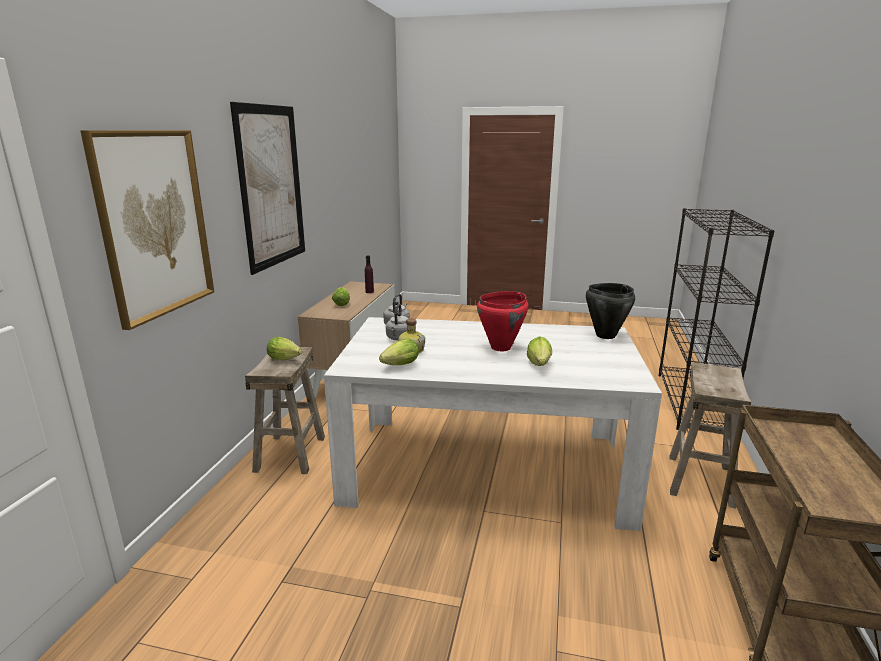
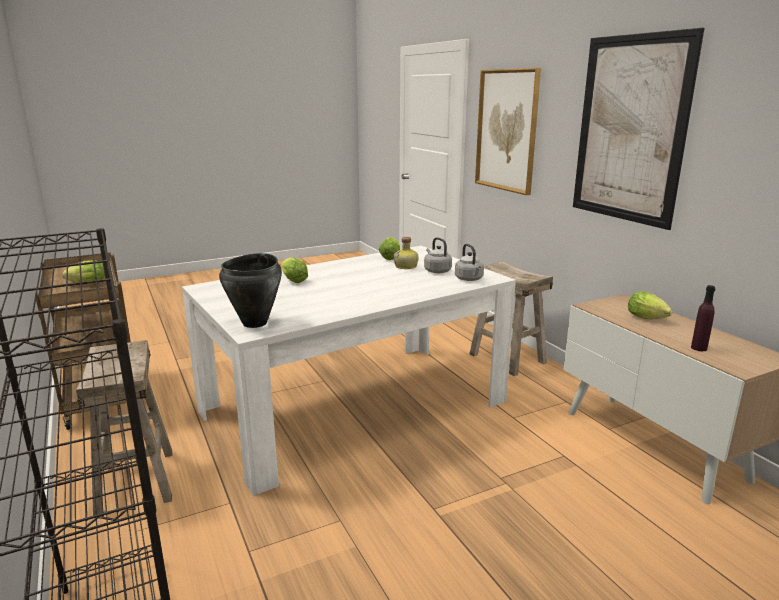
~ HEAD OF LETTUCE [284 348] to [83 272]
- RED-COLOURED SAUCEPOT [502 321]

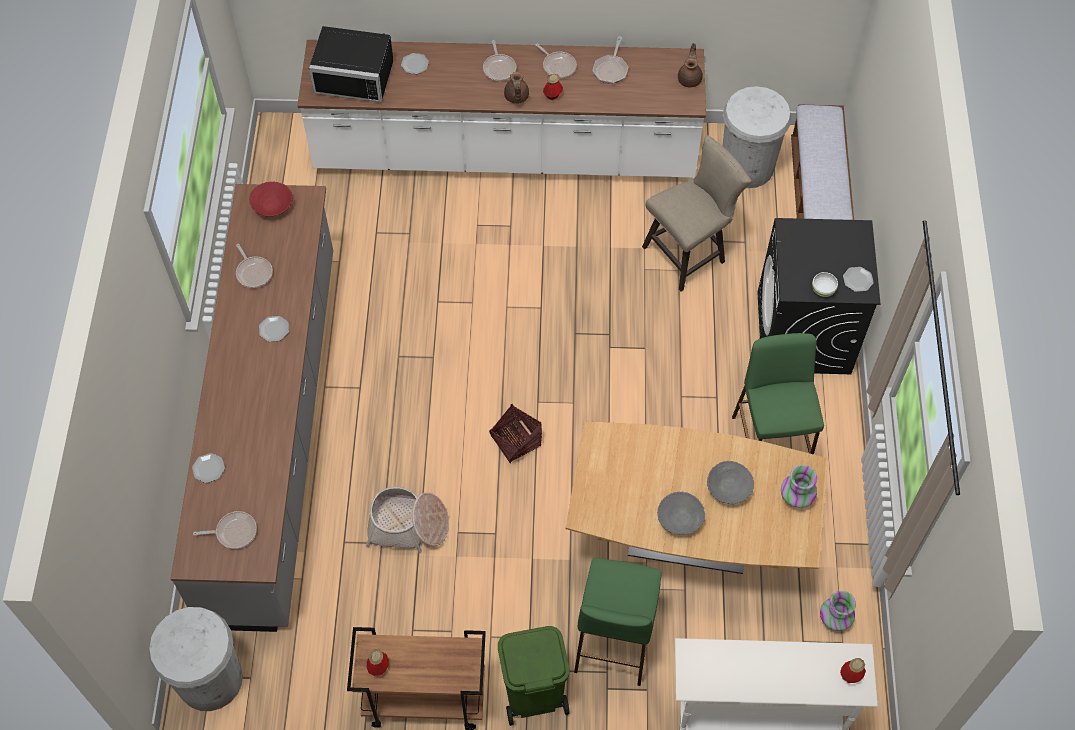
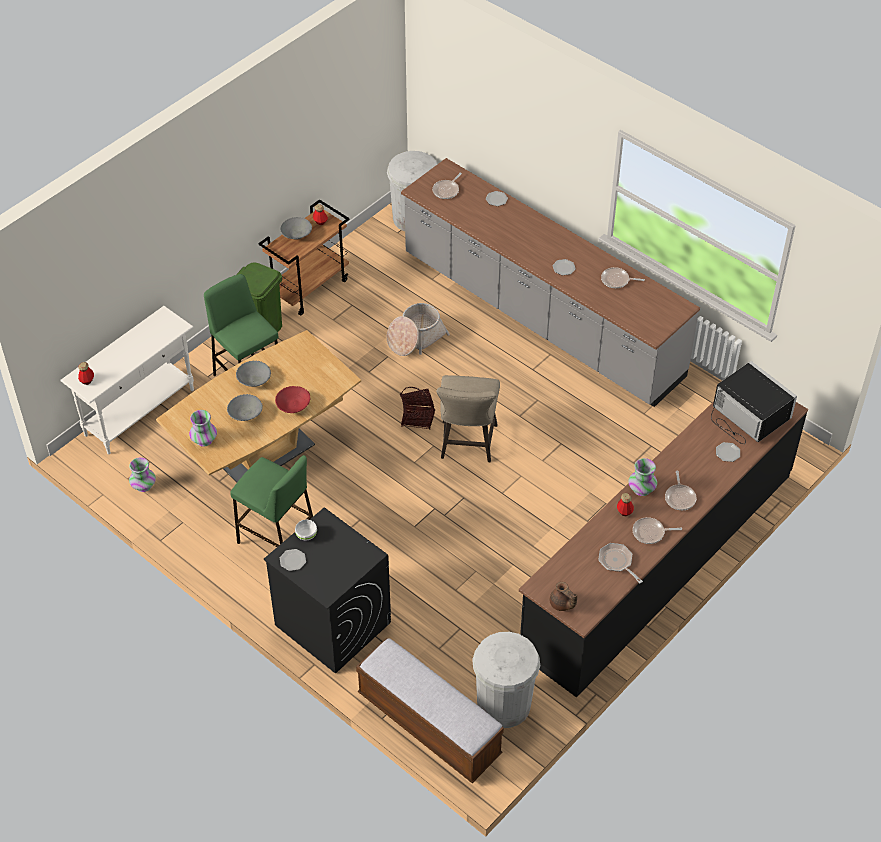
~ RED-COLOURED DEEP DISH [271 199] to [292 399]
~ WHITE COUNTER [501 109] to BLACK COUNTER [663 549]
~ BLACK MICROWAVE OVEN [351 64] = [754 402] 90 degrees clockwise
~ FRYING PAN [500 60] = [681 490] 120 degrees counterclockwise
~ BROWNISH POT FOR TEA [516 88] to VASE [642 477]
~ BEIGE STOOL [696 213] to [468 418]
+ GREY DEEP DISH [296 228]

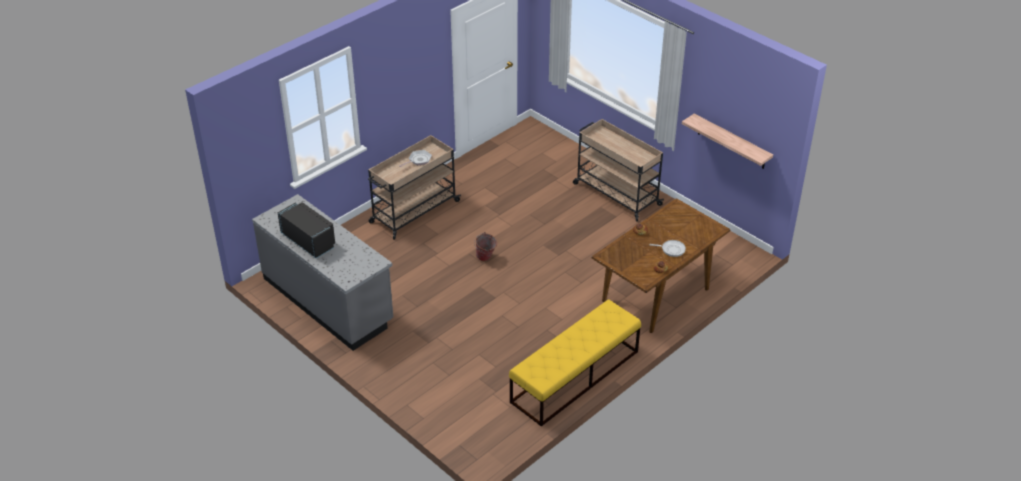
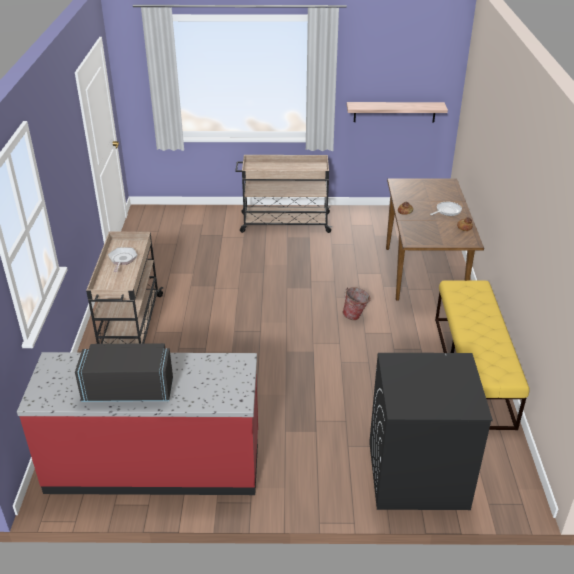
~ GREY COUNTER [322 272] to RED-COLOURED COUNTER [137 423]
~ BUCKET [485 246] to [356 303]
+ BLACK LAUNDRY APPLIANCE [431 431]

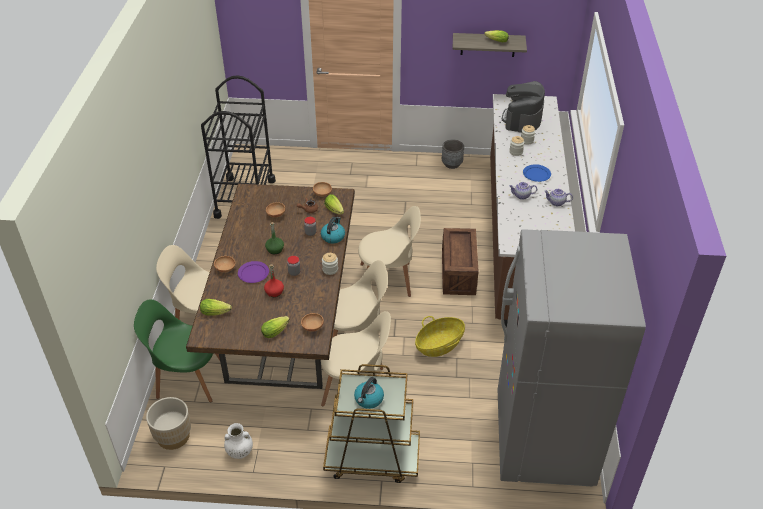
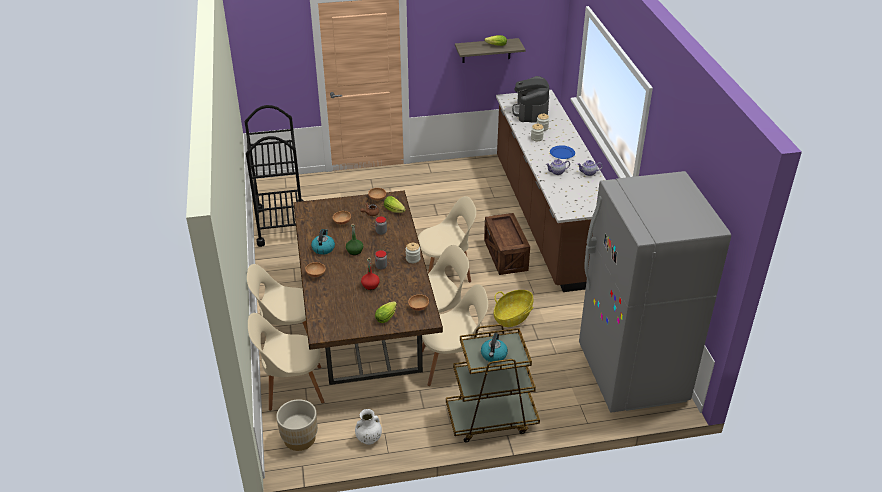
~ GREENISH UPRIGHT CHAIR [177 350] to BEIGE UPRIGHT CHAIR [286 362]
- HEAD OF LETTUCE [216 307]
- PURPLE FLAT DISH [253 272]
~ KETTLE [333 230] to [323 242]
- GREY FLOWER POT [453 154]

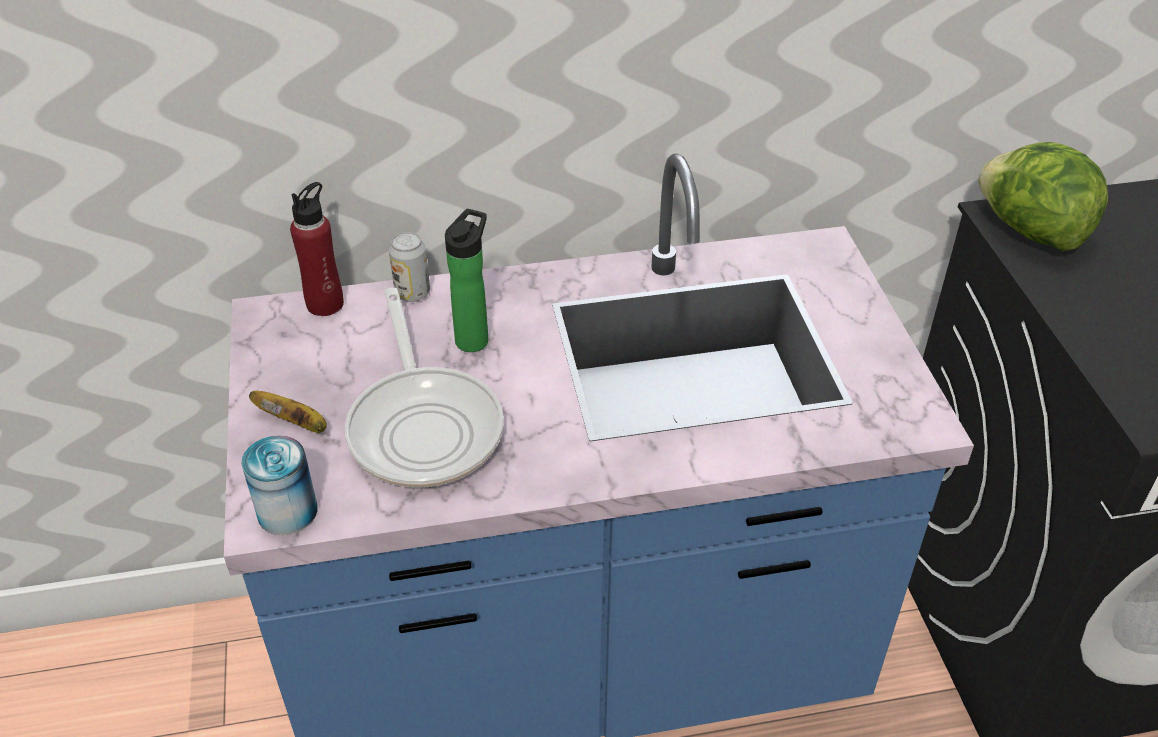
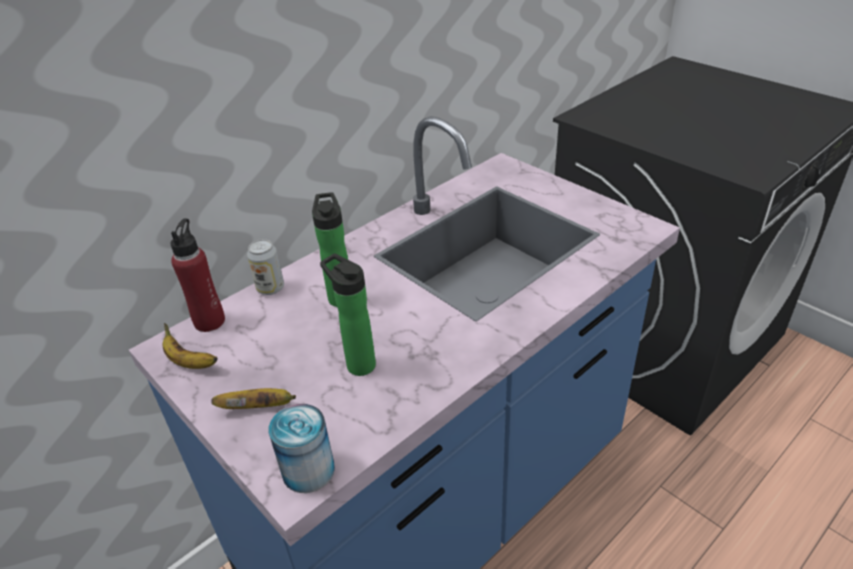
~ FRYING PAN [424 388] to BOTTLE [348 315]
- HEAD OF LETTUCE [1043 196]
+ WHOLE BANANA [190 346]

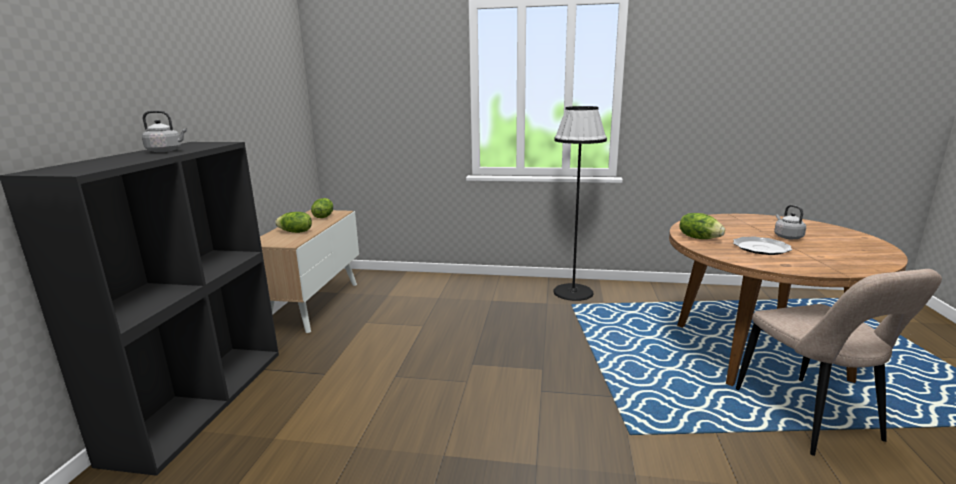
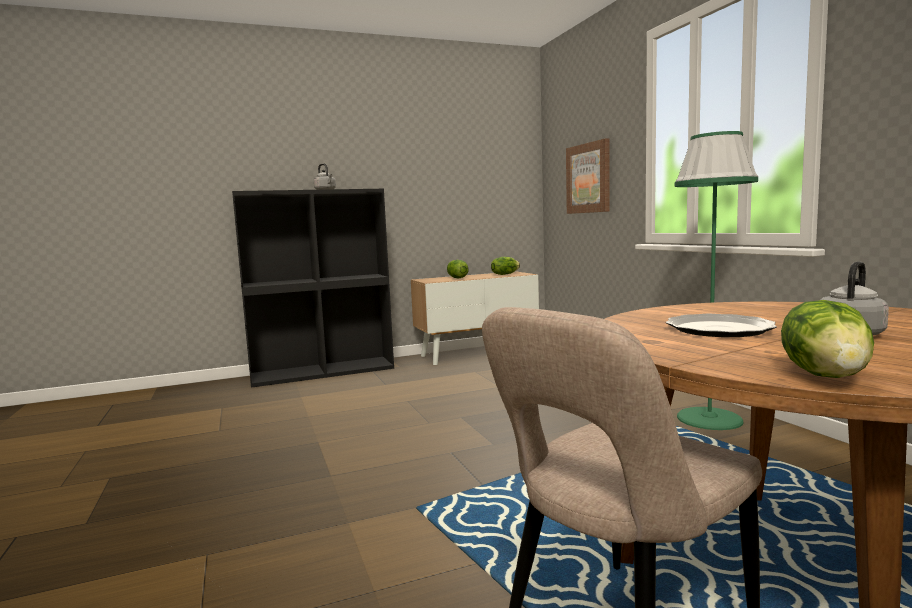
~ BLACK STANDING LAMP [580 203] to GREENISH STANDING LAMP [716 280]
~ HEAD OF LETTUCE [702 226] to [827 339]
+ WALL PICTURE [588 176]

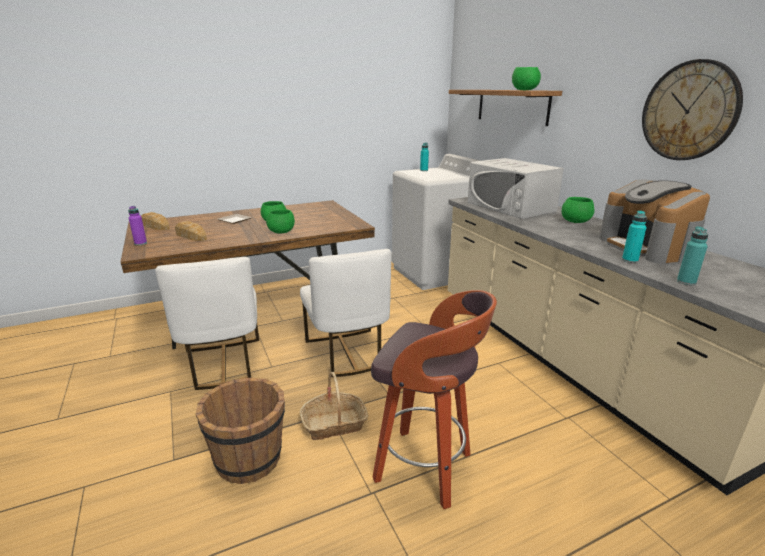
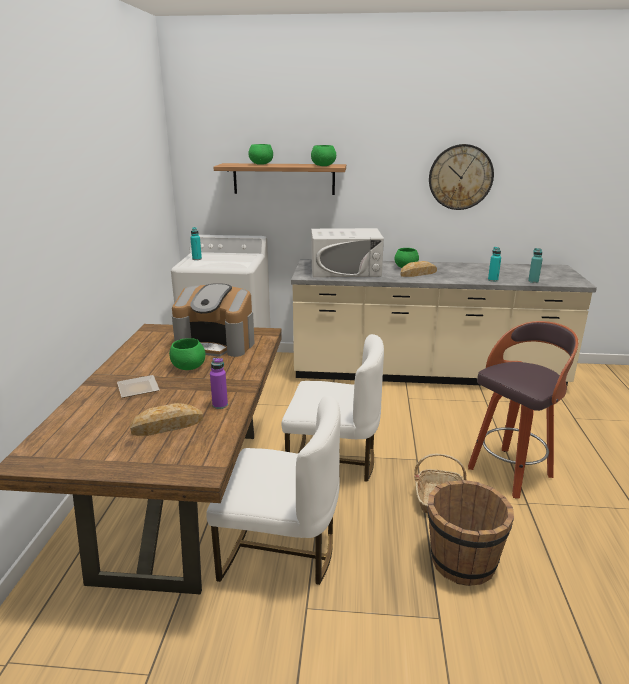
~ PURPLE BOTTLE [137 225] to [219 383]
~ BAKERY BREAD [155 221] to [418 269]
~ GREENISH DEEP DISH [280 221] to [260 154]
~ COFFEE BREWER [654 221] to [213 320]

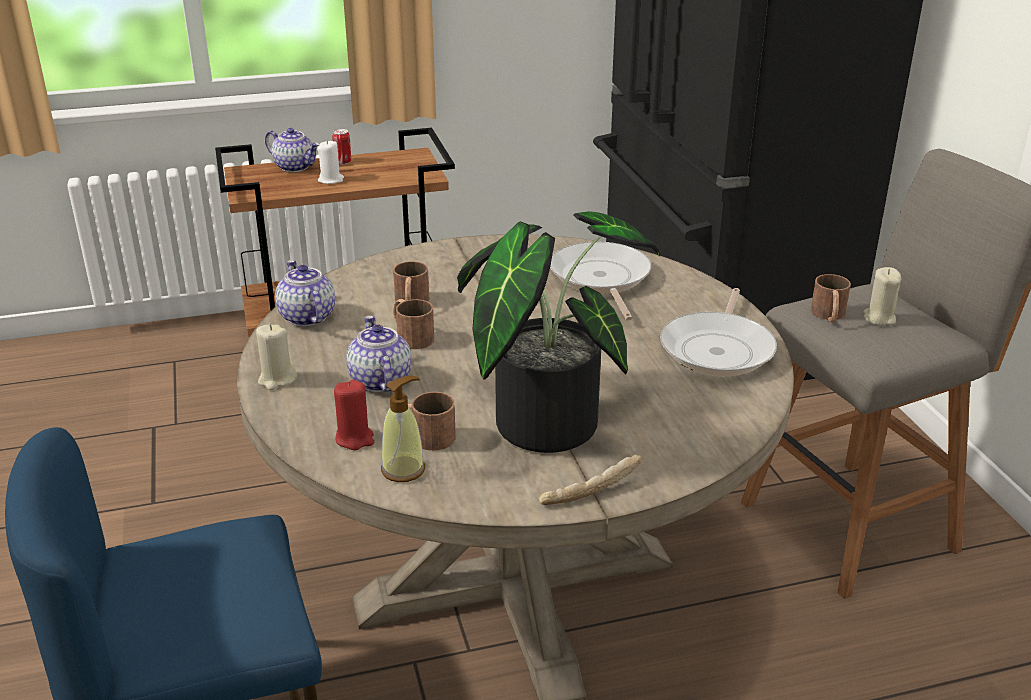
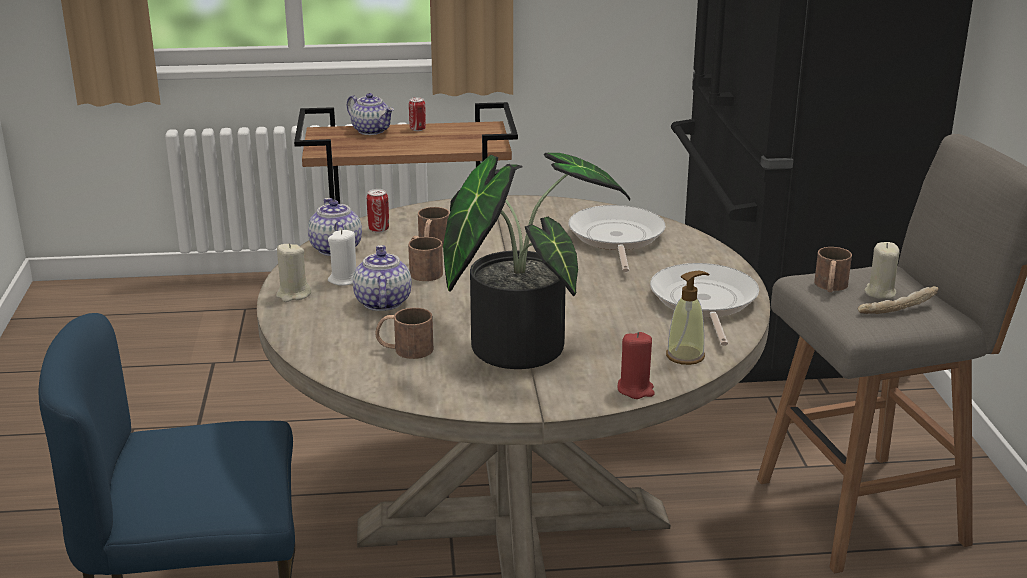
~ WHITE WAX LIGHT [330 162] to [342 257]
~ RED-COLOURED WAX LIGHT [354 415] to [636 365]
~ SOAP DISPENSER [403 429] to [687 318]
~ BAKERY BREAD [589 480] to [897 300]
~ FRYING PAN [718 332] = [704 304] 150 degrees clockwise
+ METAL CAN [378 211]

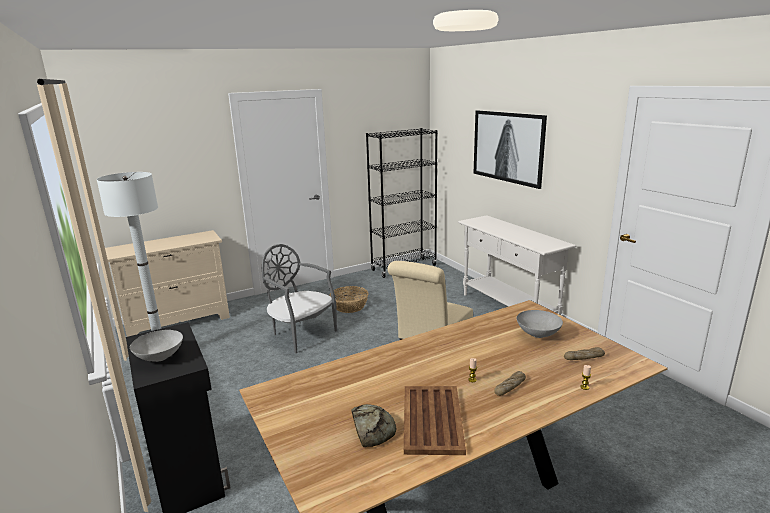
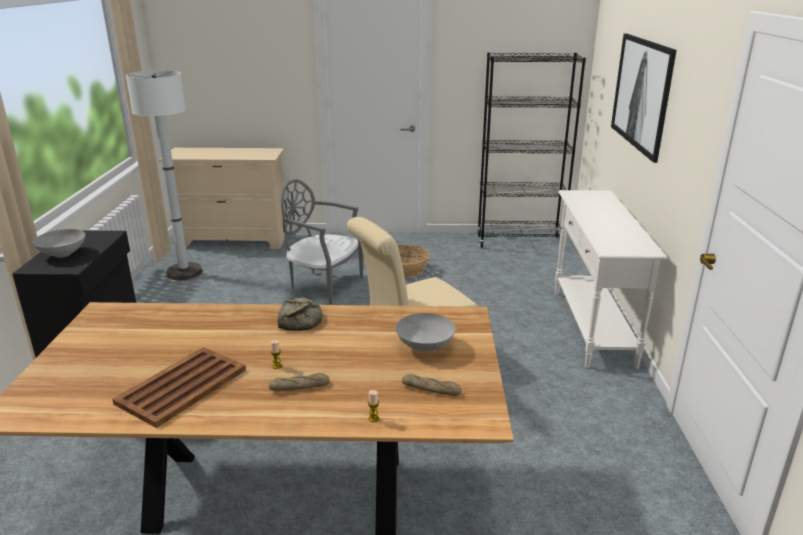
~ GREY UPRIGHT CHAIR [299 298] = [322 242] 45 degrees counterclockwise
~ BAKERY BREAD [373 425] to [300 314]

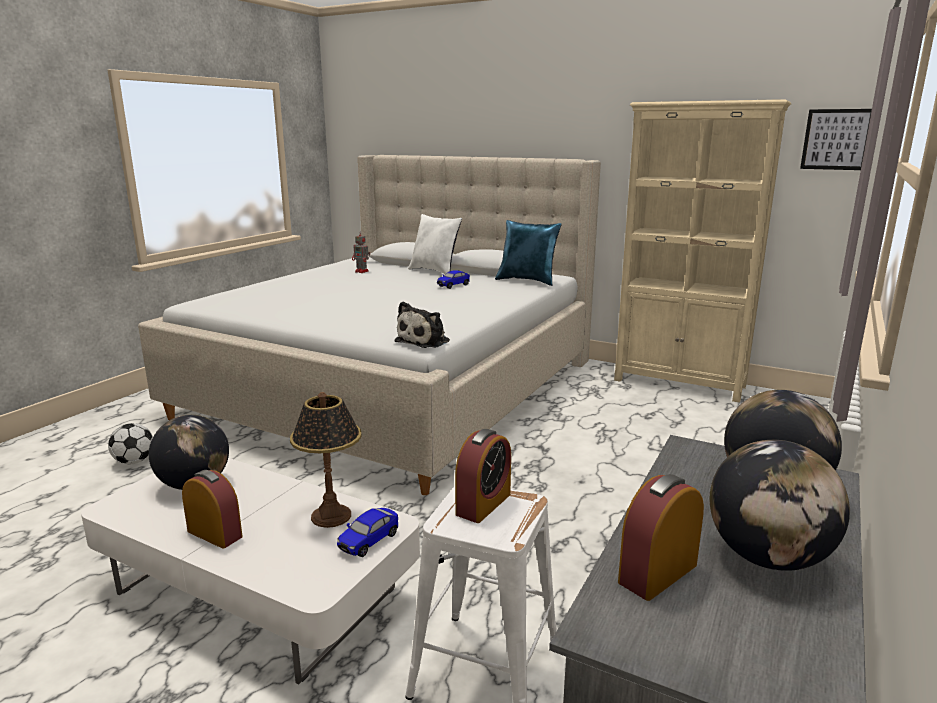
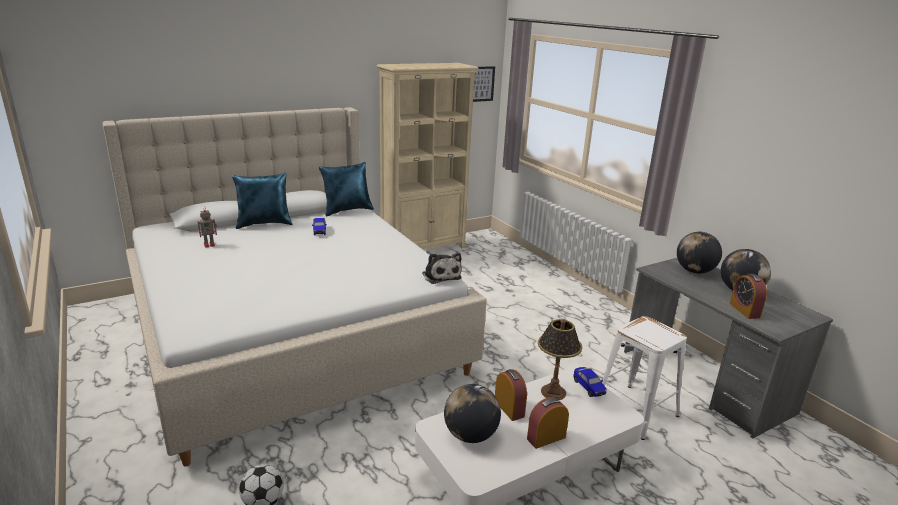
~ WHITE PILLOW [435 244] to BLUE-COLOURED PILLOW [262 201]
~ BEDSIDE CLOCK [483 476] to [511 395]

